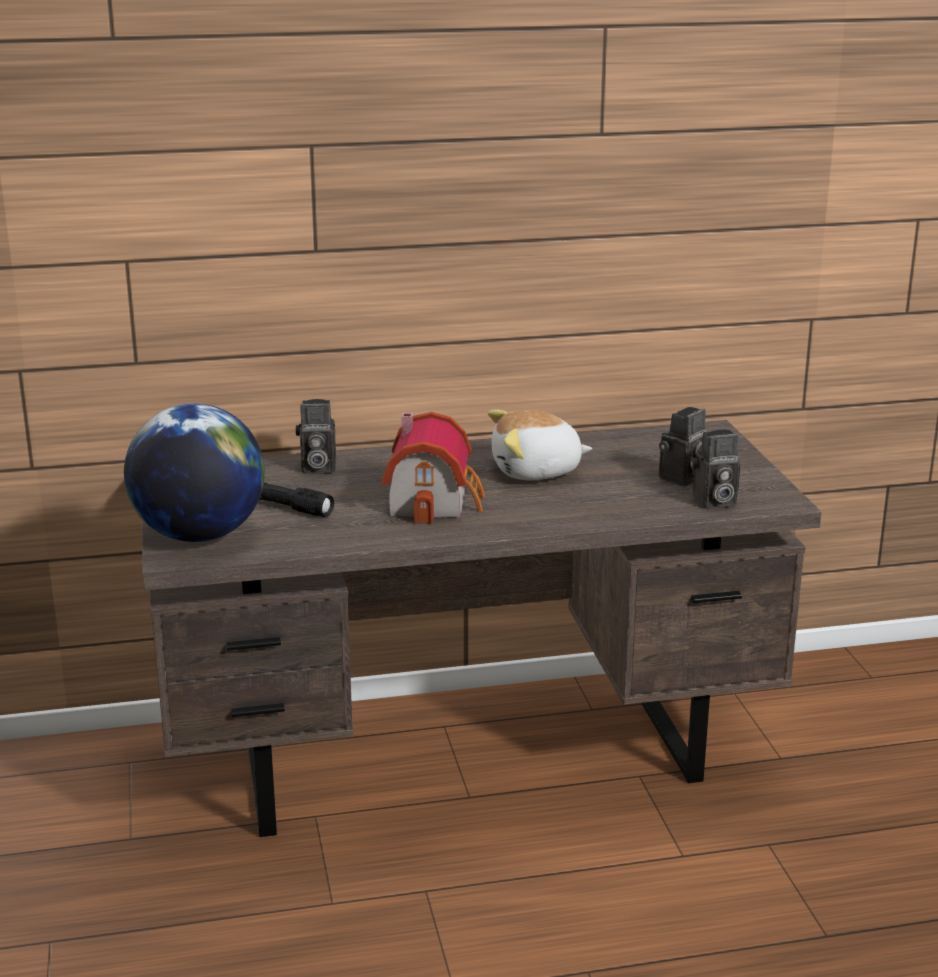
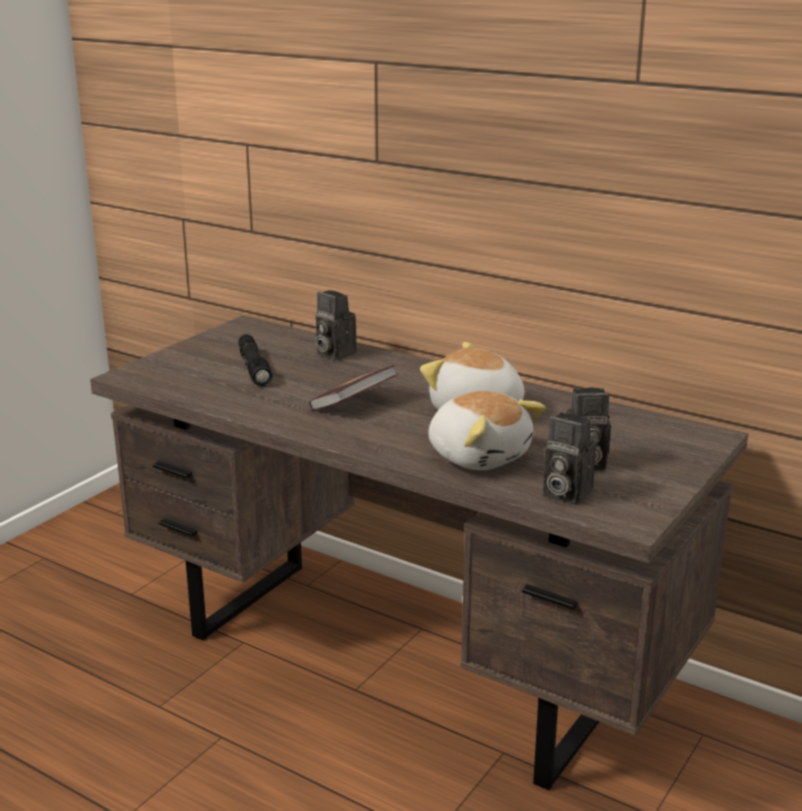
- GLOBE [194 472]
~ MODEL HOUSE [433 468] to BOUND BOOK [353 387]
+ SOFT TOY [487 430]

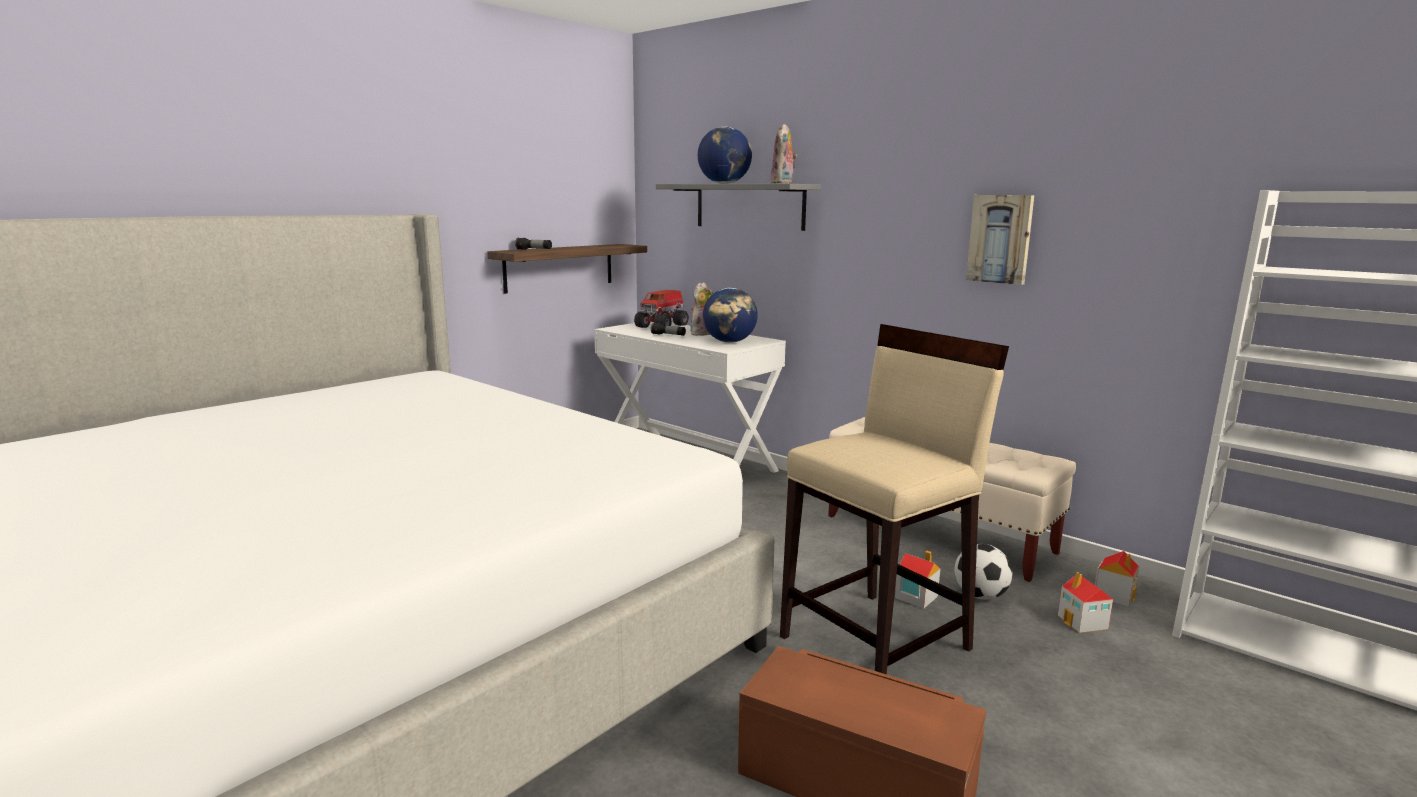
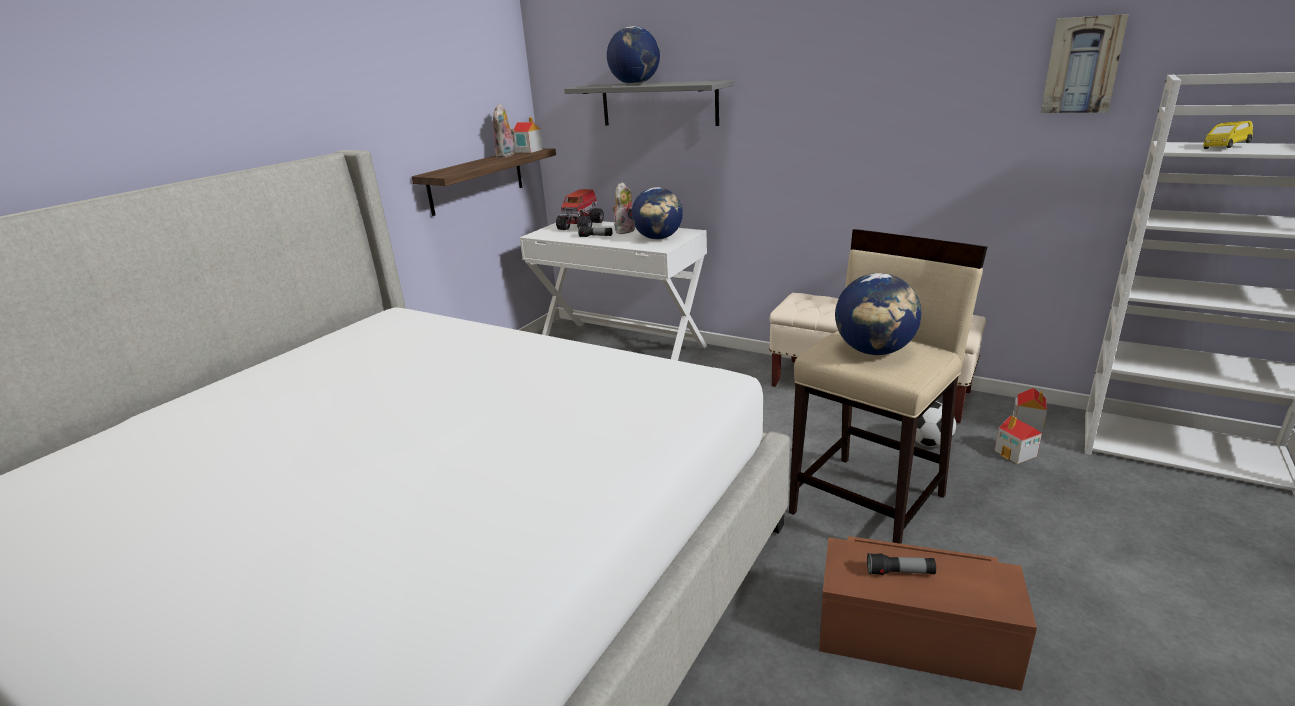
~ TORCH [533 244] to [901 564]
~ SOFT TOY [784 154] to [504 131]
~ MODEL HOUSE [917 579] to [528 135]
~ WALL PICTURE [1000 240] to [1085 63]
+ GLOBE [878 314]
+ YELLOW-COLOURED MODEL CAR [1228 135]

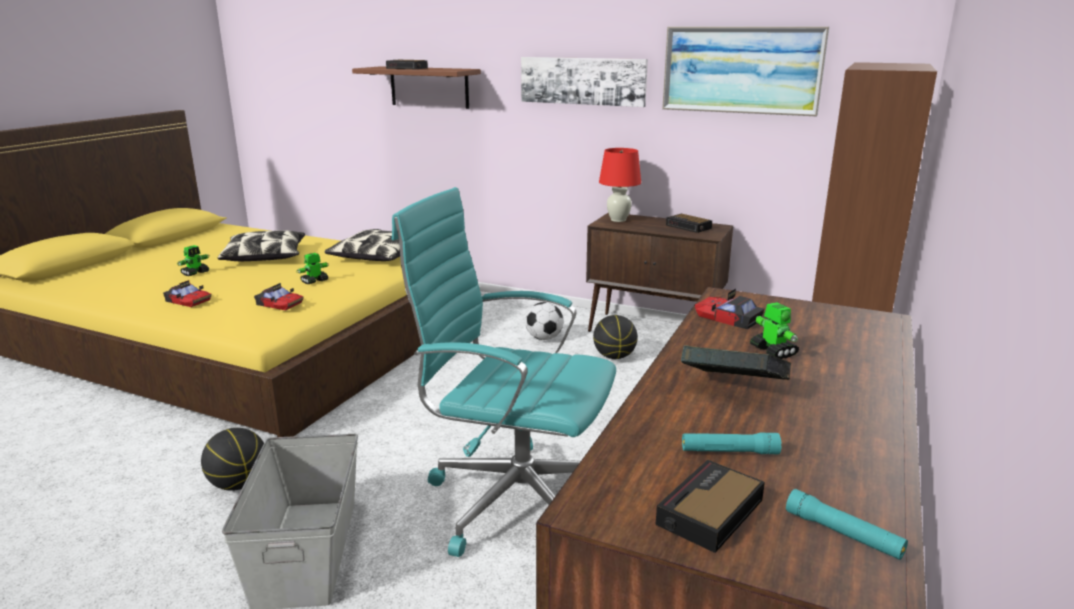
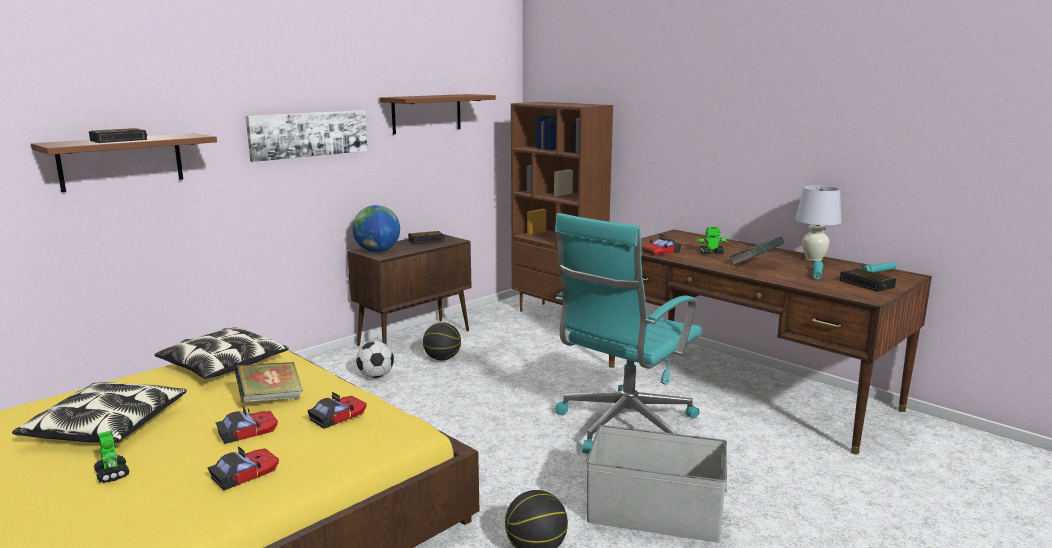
~ TOY ROBOT [313 268] to BOUND BOOK [269 382]
~ RED-COLOURED TABLE LAMP [620 185] to GLOBE [376 228]
~ WALL PICTURE [746 71] to BROWNISH WALL SHELF [438 114]
+ MODEL CAR [246 425]
+ WHITE TABLE LAMP [818 223]

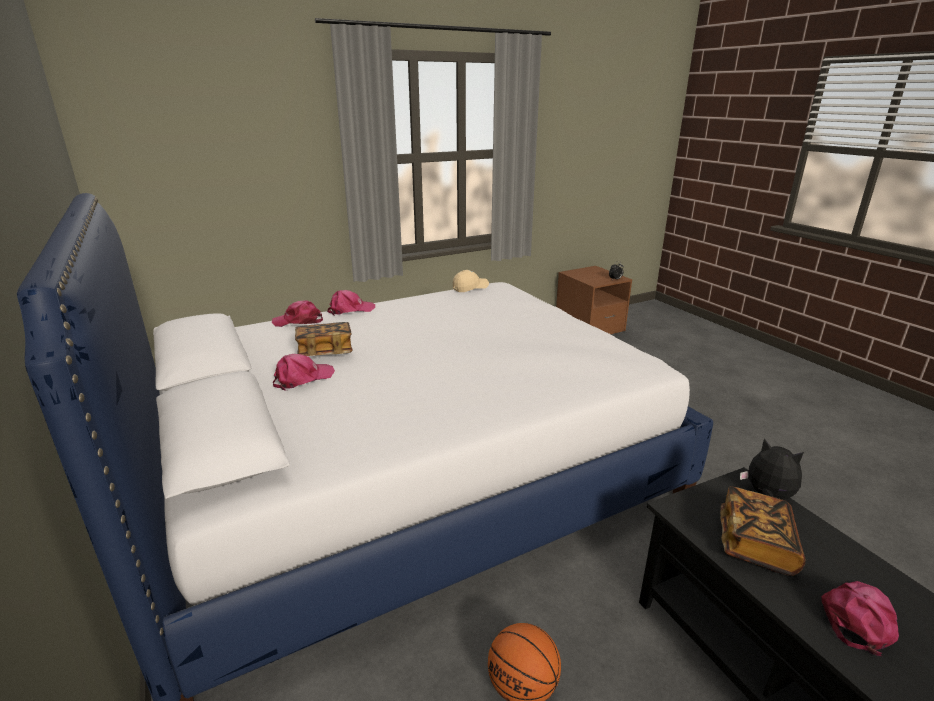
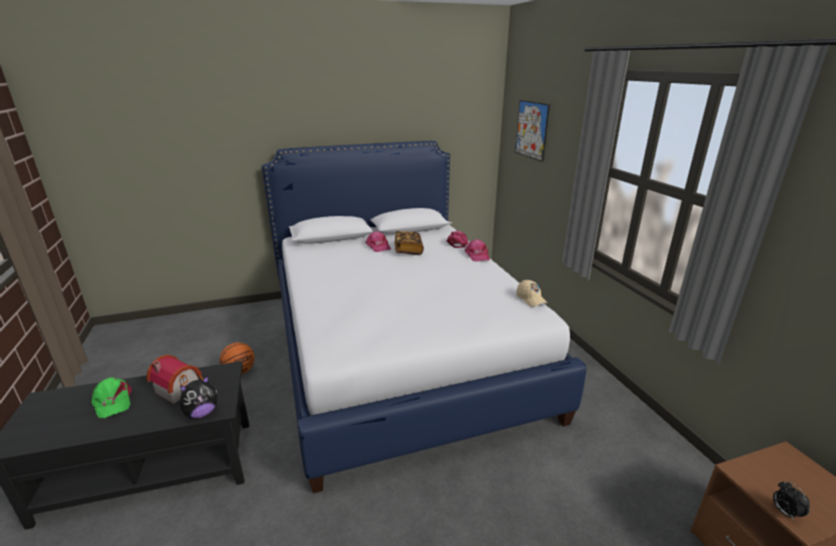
~ BOUND BOOK [763 531] to MODEL HOUSE [175 379]
~ PINK PEAKED CAP [860 618] to GREENISH PEAKED CAP [111 397]
+ WALL PICTURE [532 131]

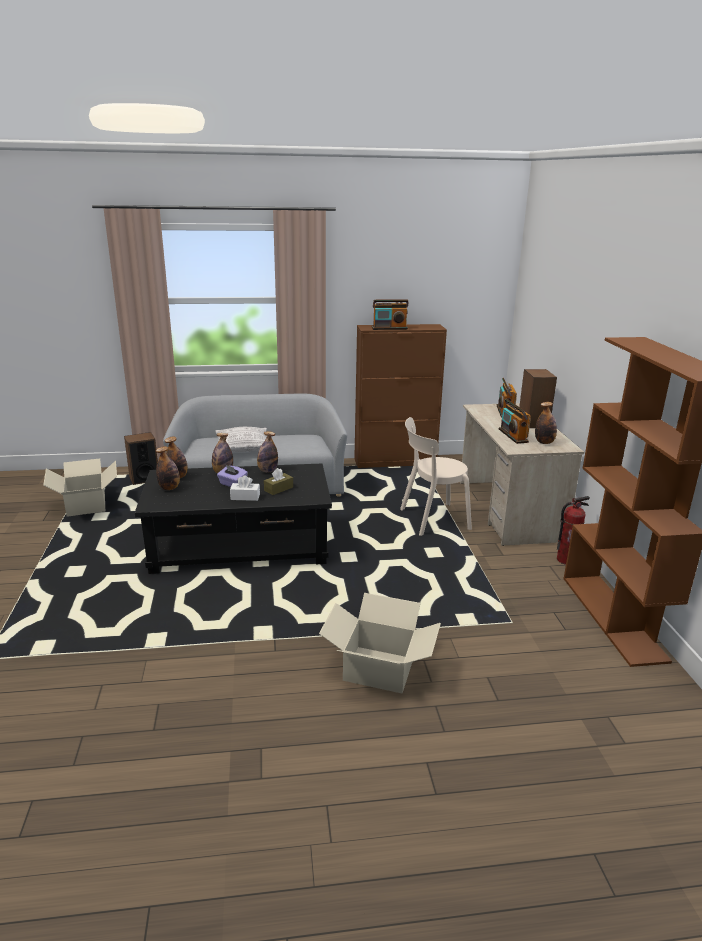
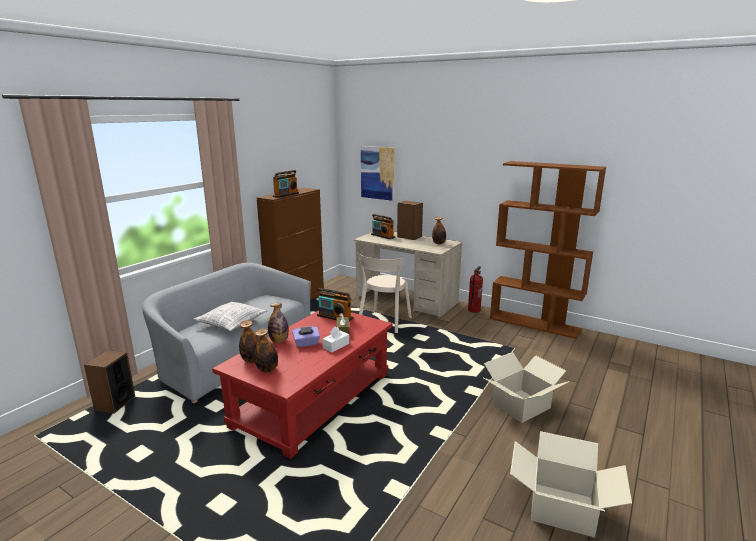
~ CARTON [80 487] to [571 484]
~ BLACK LOW TABLE [233 518] to RED-COLOURED LOW TABLE [302 384]
- BOTTLE [267 452]
~ RADIO RECEIVER [515 421] to [335 304]
+ WALL PICTURE [378 173]

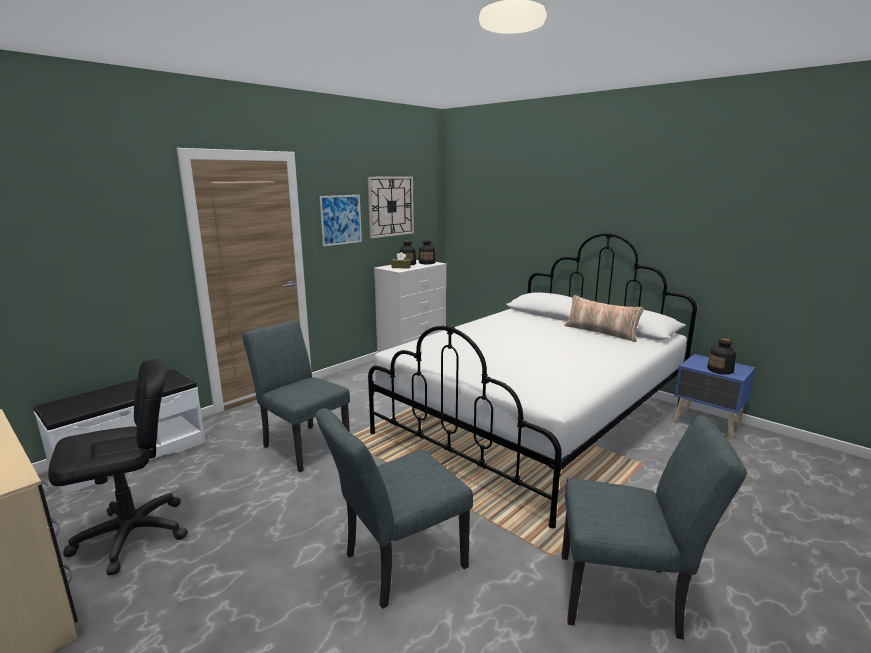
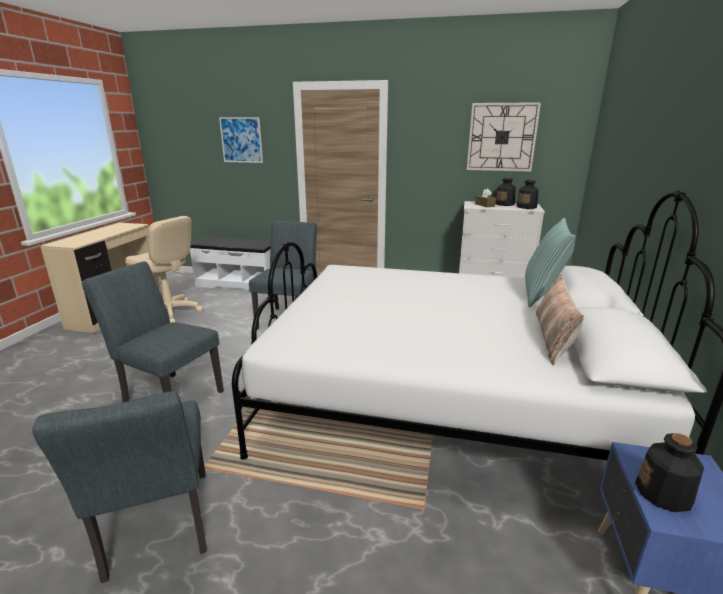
~ BLACK DESK CHAIR [118 467] to BEIGE DESK CHAIR [164 269]
~ WALL PICTURE [341 220] to [241 140]
+ PILLOW [550 263]

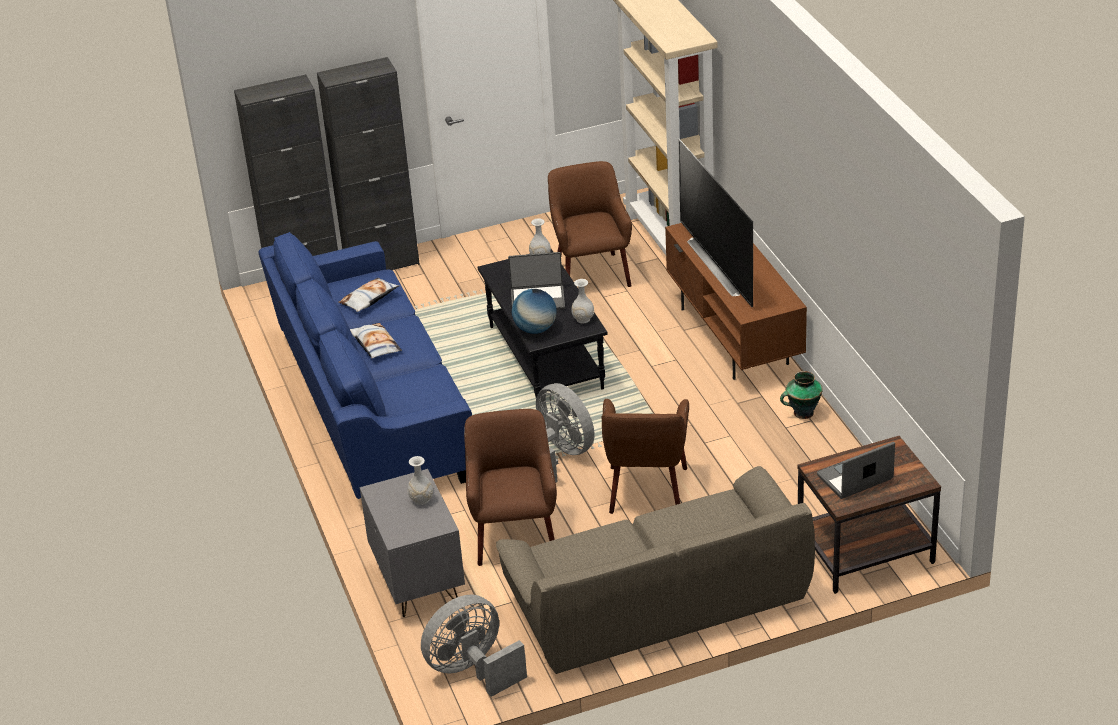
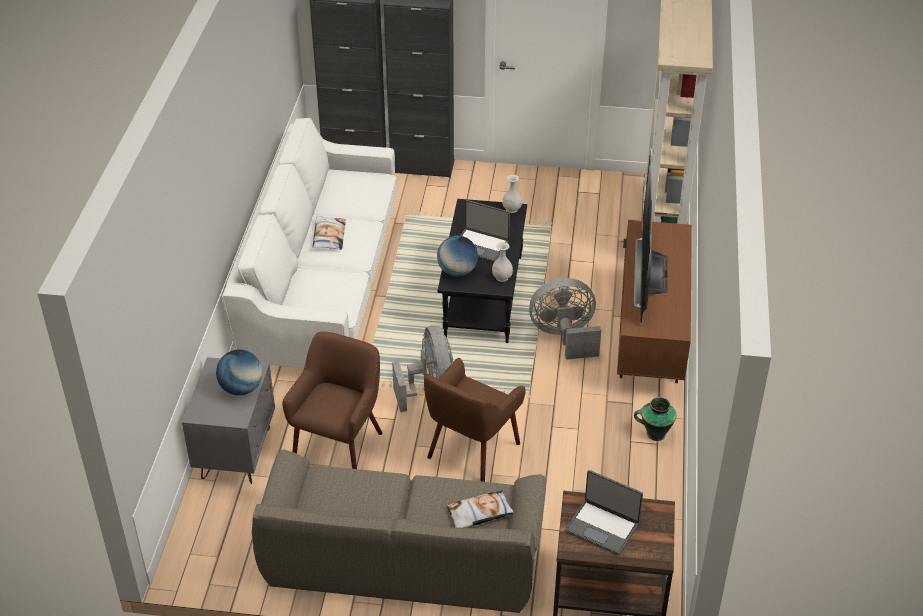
~ BLUE-COLOURED COUCH [365 365] to WHITE COUCH [310 243]
~ PILLOW [368 295] to [479 509]
~ WHITE VASE [420 480] to GLOBE [239 372]
~ GREY COOLING FAN [474 646] to [565 319]
- BROWNISH ARMCHAIR [590 224]
~ PORTABLE COMPUTER [856 470] = [604 512] 150 degrees counterclockwise

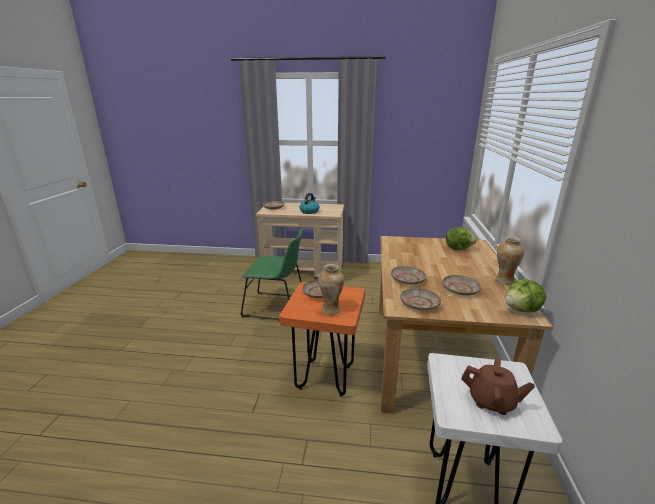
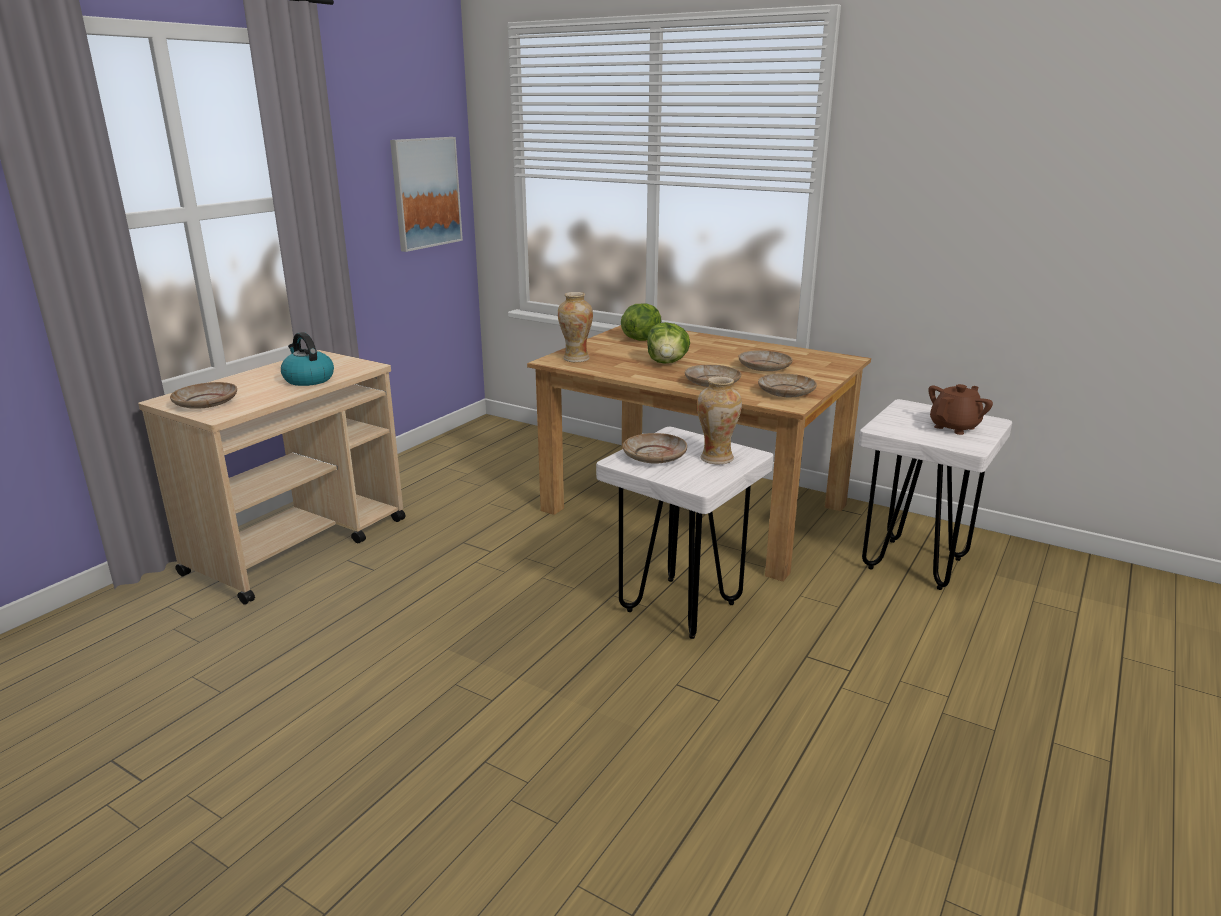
- GREENISH UPRIGHT CHAIR [272 274]
~ ORANGE STOOL [322 339] to WHITE STOOL [685 533]
~ VASE [509 261] to [575 327]
~ HEAD OF LETTUCE [525 295] to [668 343]
+ WALL PICTURE [426 194]

